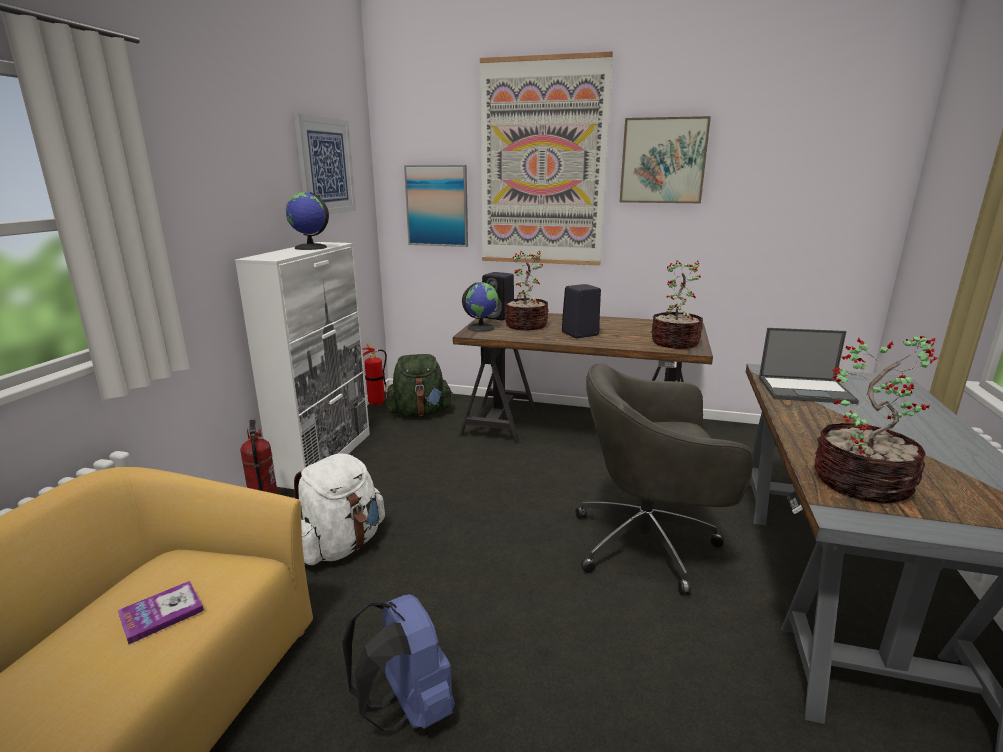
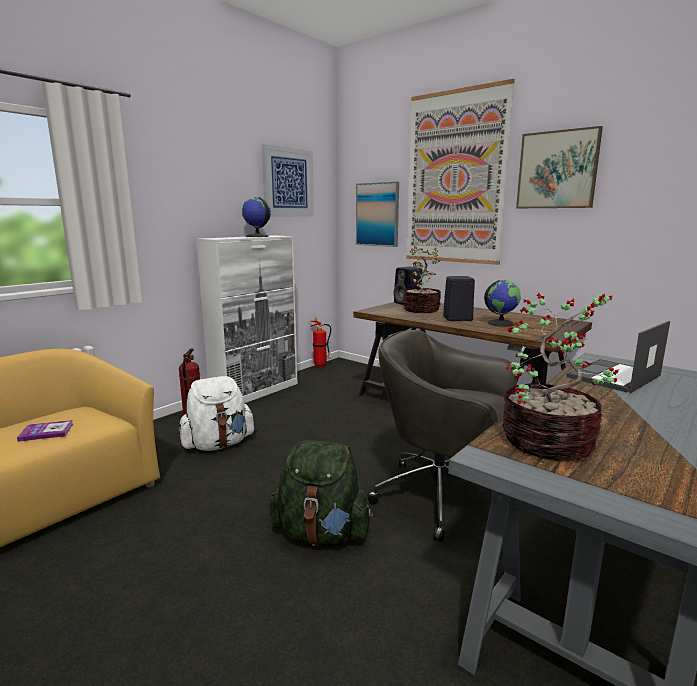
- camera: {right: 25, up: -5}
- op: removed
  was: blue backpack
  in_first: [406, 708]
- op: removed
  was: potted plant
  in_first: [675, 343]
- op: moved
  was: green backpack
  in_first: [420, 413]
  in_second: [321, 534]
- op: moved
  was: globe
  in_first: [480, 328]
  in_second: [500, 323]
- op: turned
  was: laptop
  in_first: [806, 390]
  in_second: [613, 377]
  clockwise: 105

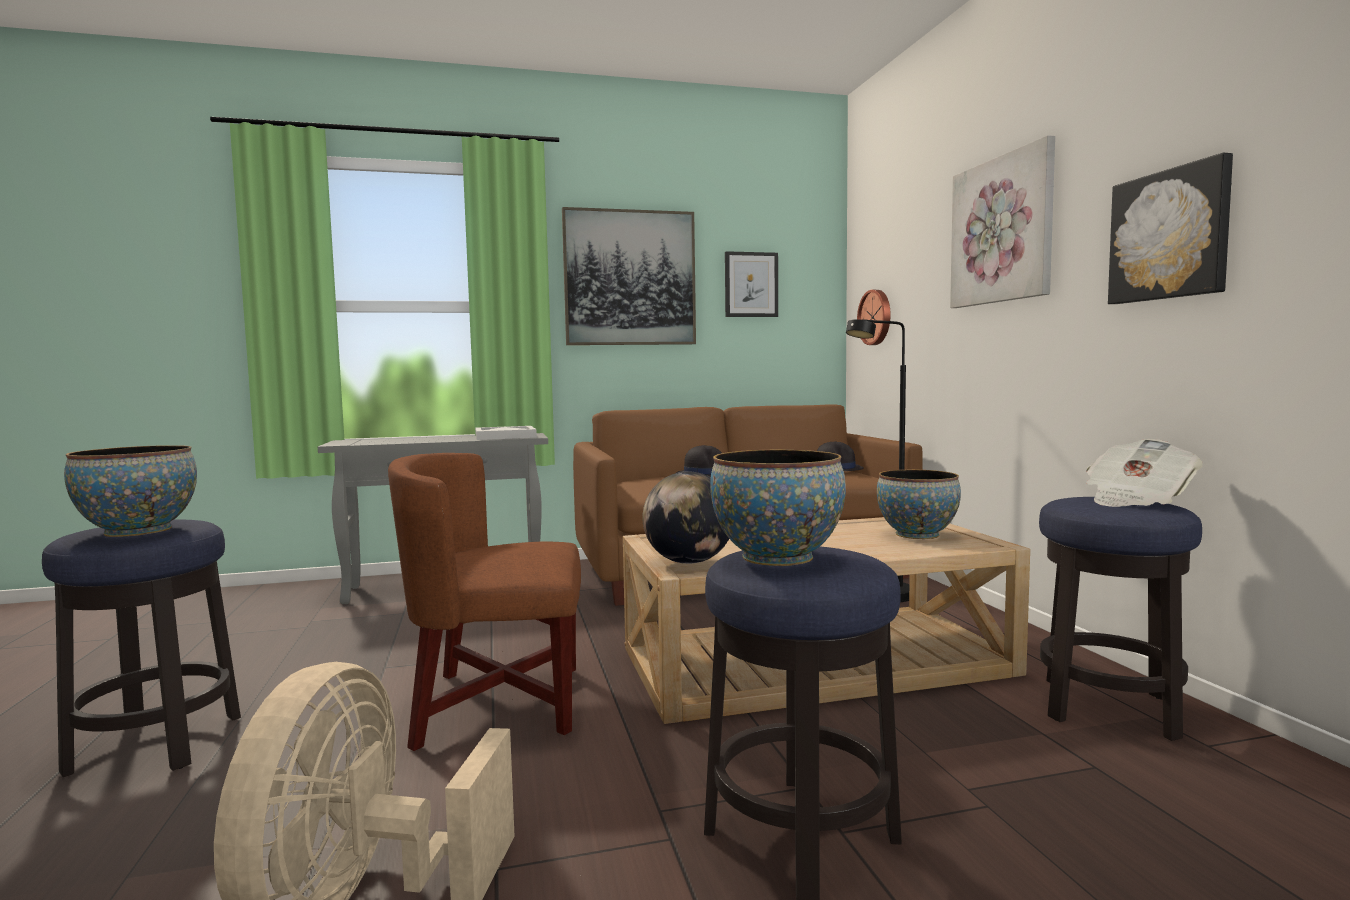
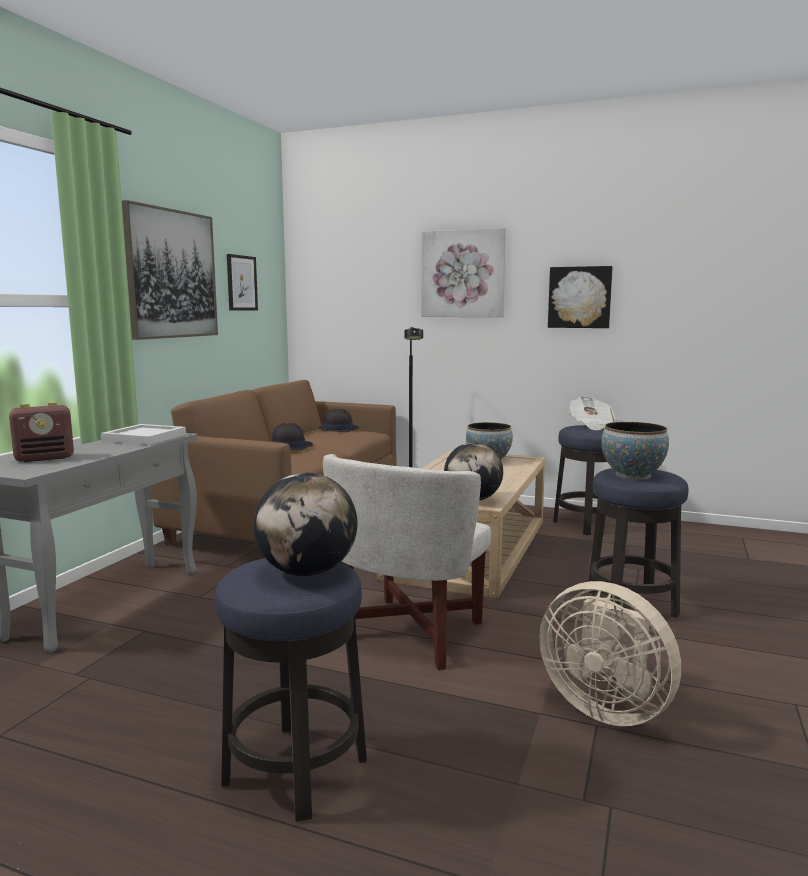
- camera: {right: -55, up: 5}
- op: removed
  was: wall clock
  in_first: [876, 317]
- op: added
  now: radio
  in_second: [45, 458]
- op: replaced
  was: bowl
  now: globe
  in_first: [138, 531]
  in_second: [307, 572]
- op: recoloured
  was: brown armchair
  now: white armchair
  in_first: [498, 704]
  in_second: [408, 632]

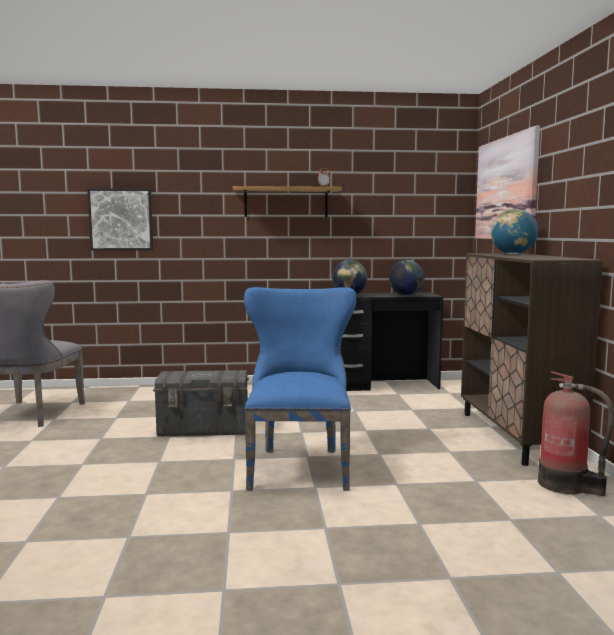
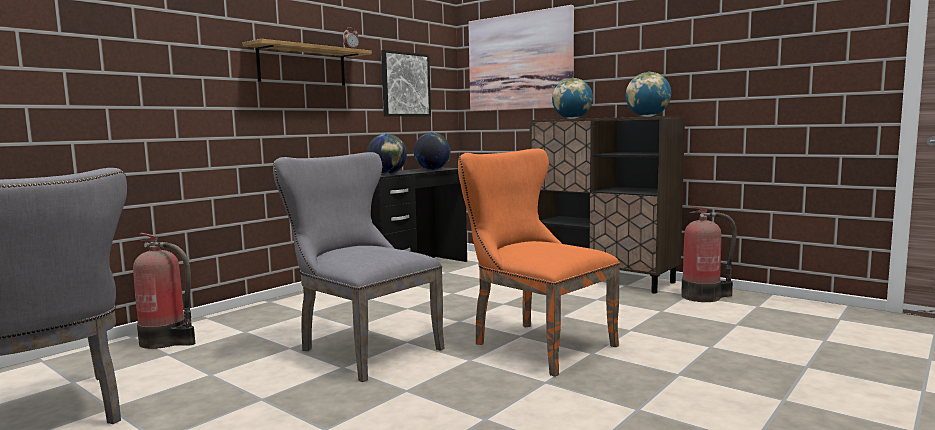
- camera: {right: -45, up: 0}
- op: added
  now: fire extinguisher
  in_second: [166, 341]
- op: added
  now: globe
  in_second: [647, 116]
- op: moved
  was: picture
  in_first: [121, 219]
  in_second: [405, 84]
- op: replaced
  was: grey storage box
  now: grey chair
  in_first: [204, 429]
  in_second: [362, 349]
- op: recoloured
  was: blue chair
  now: orange chair
  in_first: [299, 465]
  in_second: [534, 344]

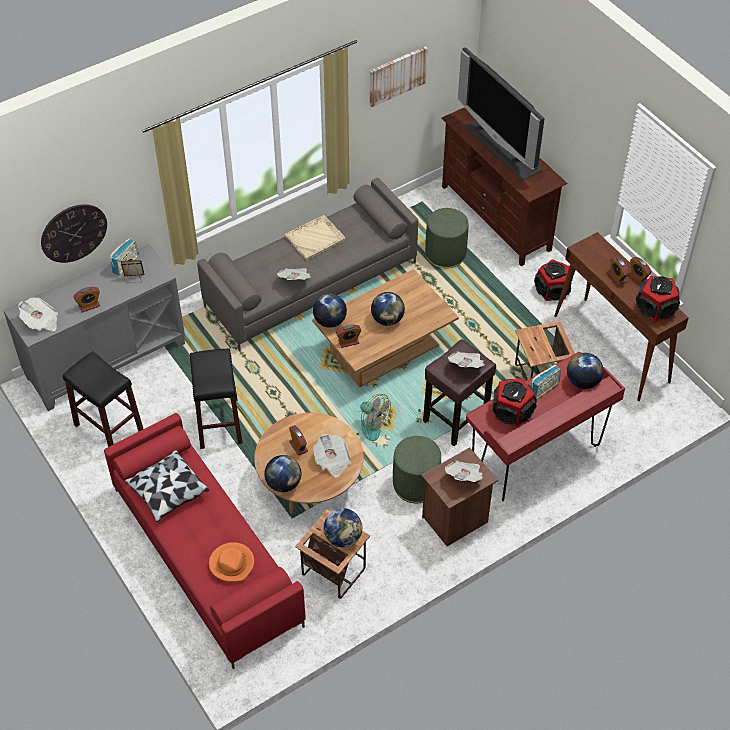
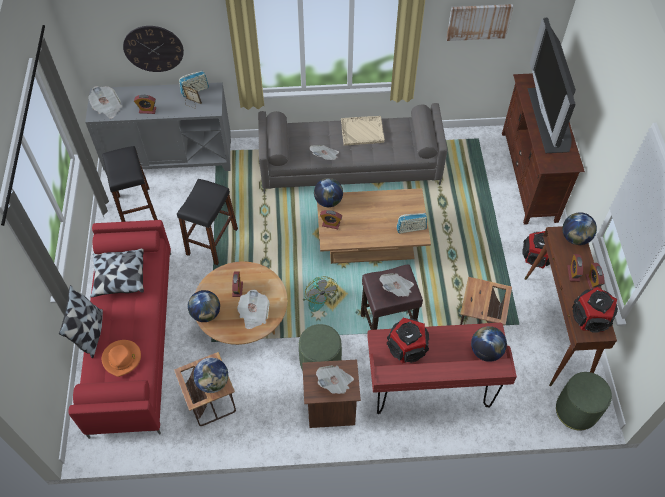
- camera: {right: 30, up: 5}
- op: added
  now: pillow
  in_second: [90, 333]
- op: moved
  was: globe
  in_first: [387, 320]
  in_second: [575, 238]
- op: moved
  was: green ottoman
  in_first: [445, 254]
  in_second: [576, 410]
- op: moved
  was: radio
  in_first: [543, 389]
  in_second: [411, 228]

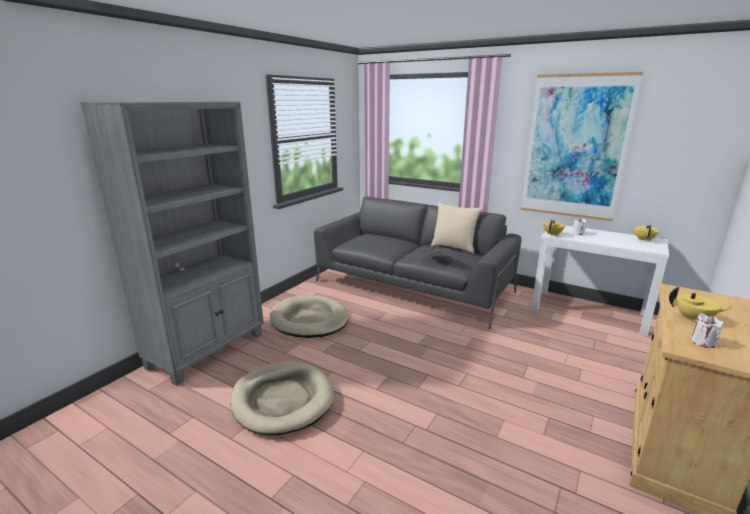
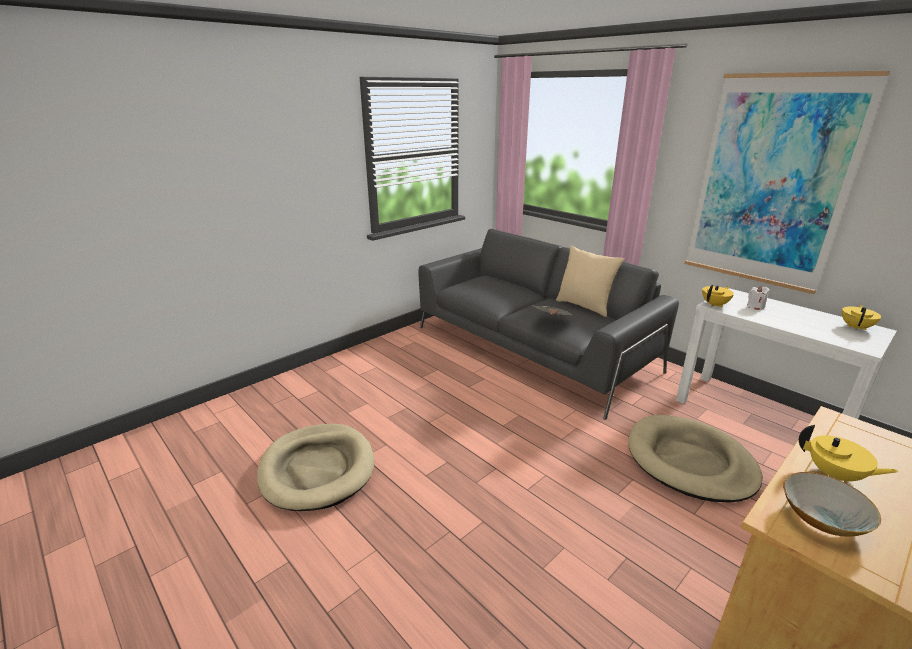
- camera: {right: 15, up: 5}
- op: removed
  was: grey bookcase
  in_first: [208, 350]
- op: moved
  was: beige dog bed
  in_first: [309, 320]
  in_second: [689, 461]
- op: replaced
  was: white candle
  now: bowl
  in_first: [703, 342]
  in_second: [821, 518]

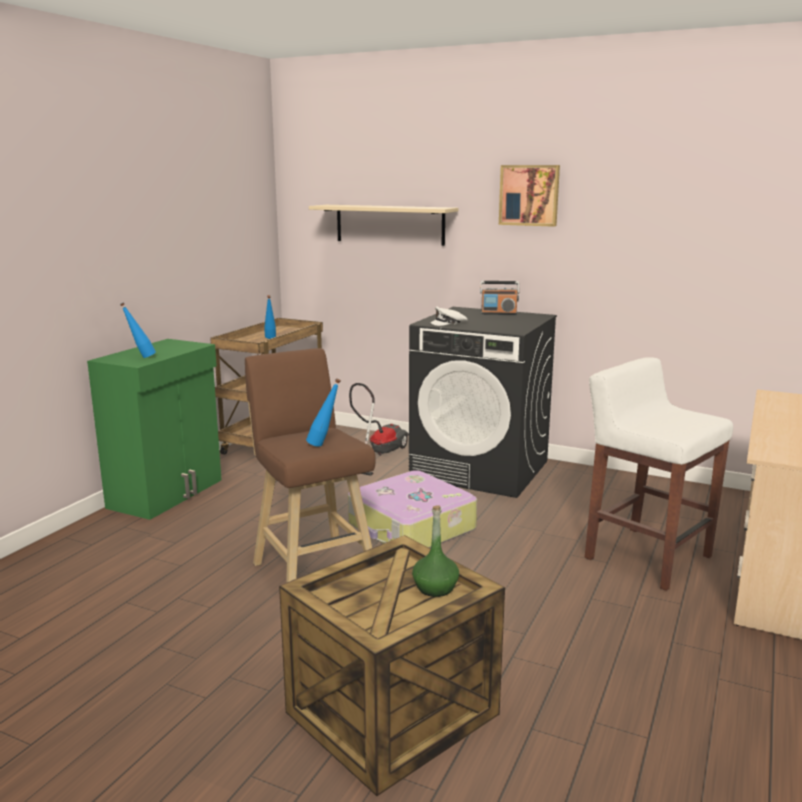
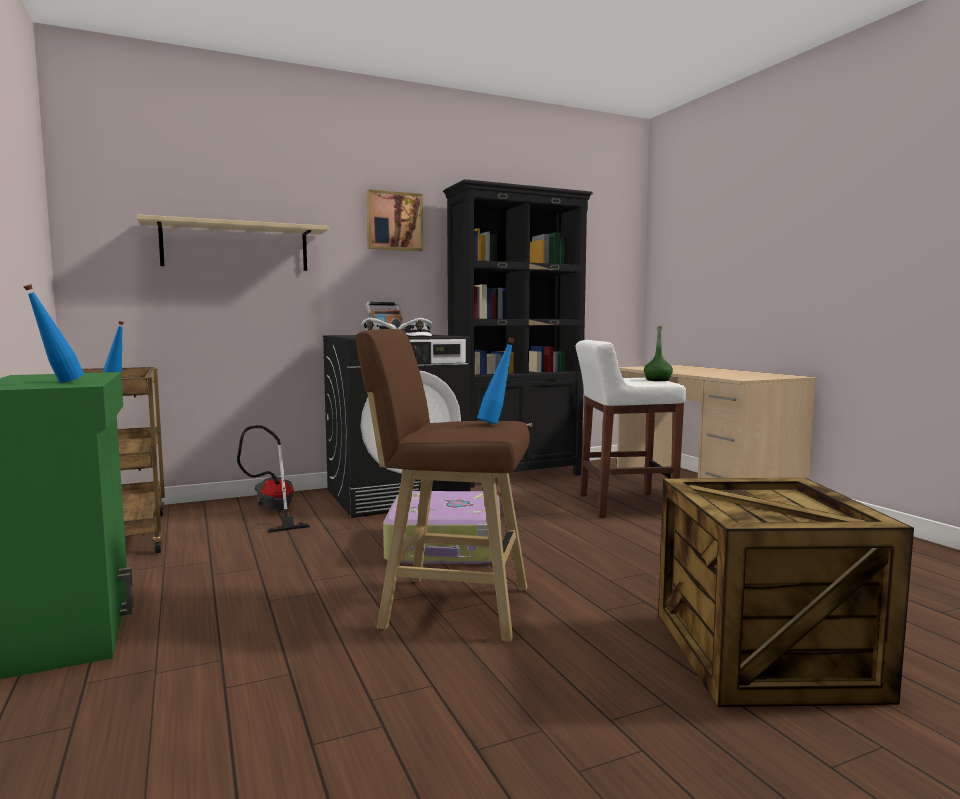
- camera: {right: -50, up: -10}
- op: added
  now: white cap
  in_second: [416, 336]
- op: added
  now: black bookcase
  in_second: [516, 475]
- op: moved
  was: green bottle
  in_first: [435, 588]
  in_second: [657, 380]

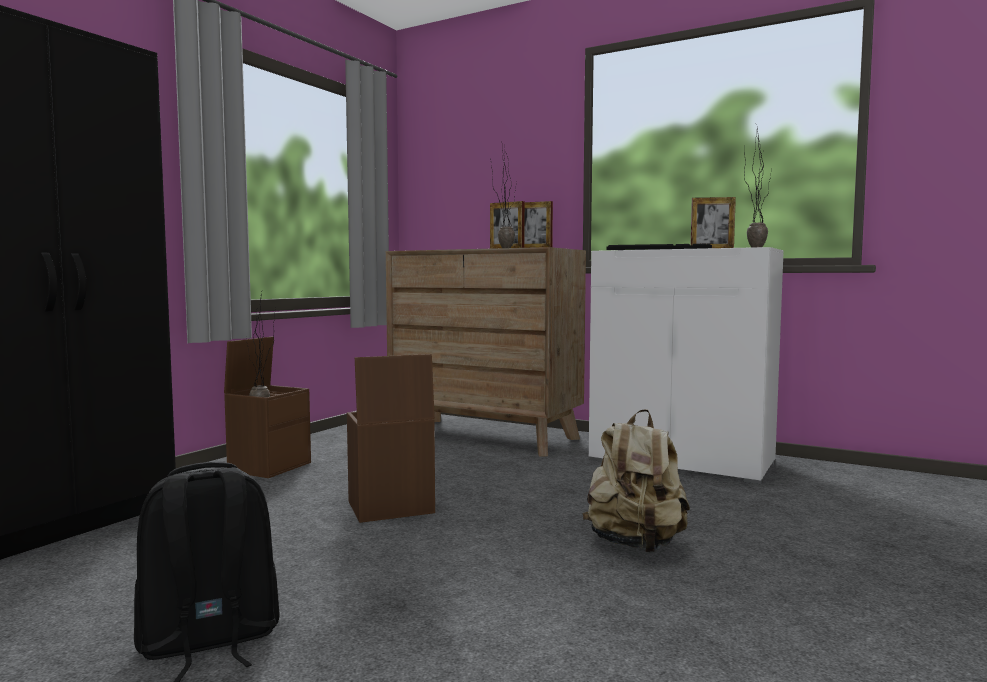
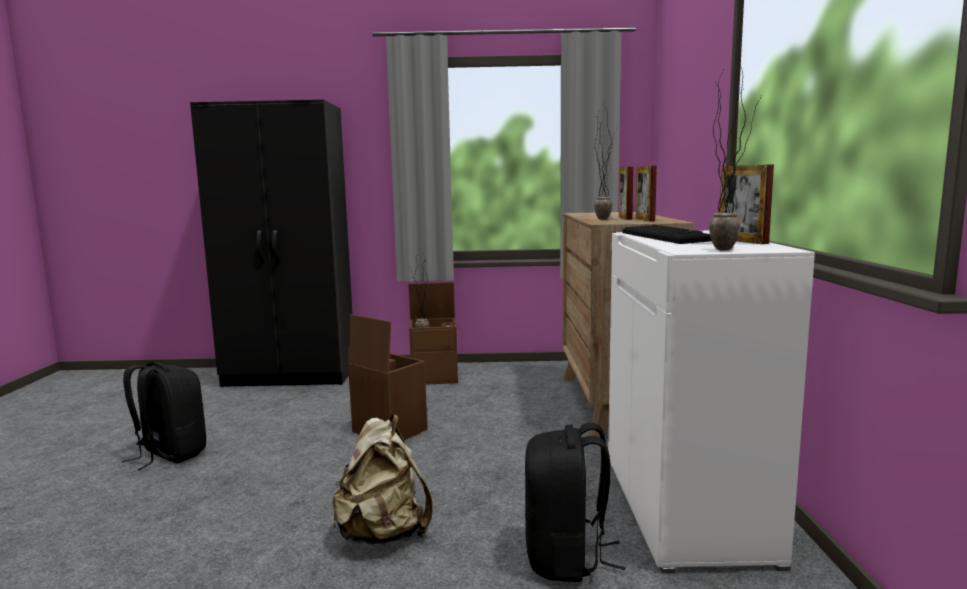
- camera: {right: 60, up: 5}
- op: added
  now: black backpack
  in_second: [566, 558]

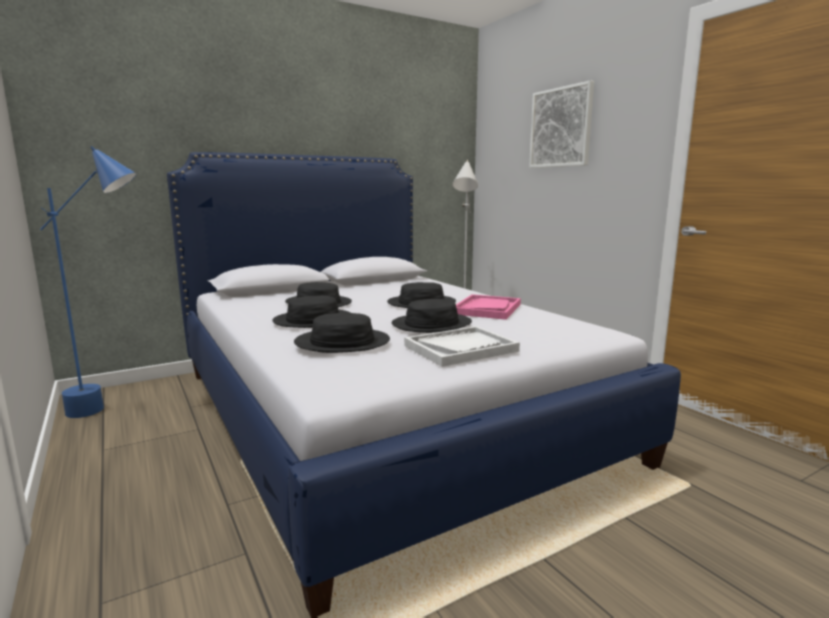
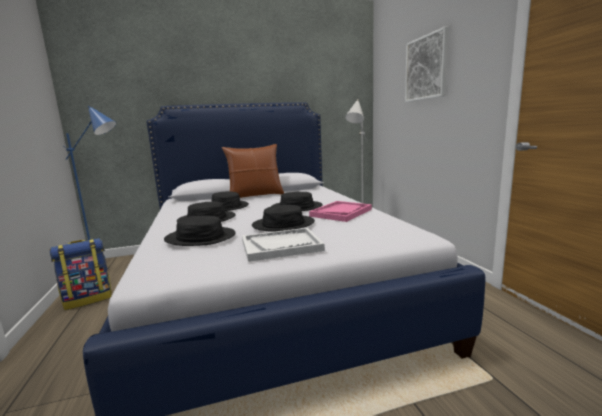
- camera: {right: 15, up: 0}
- op: added
  now: backpack
  in_second: [88, 299]
- op: added
  now: brown pillow
  in_second: [255, 195]

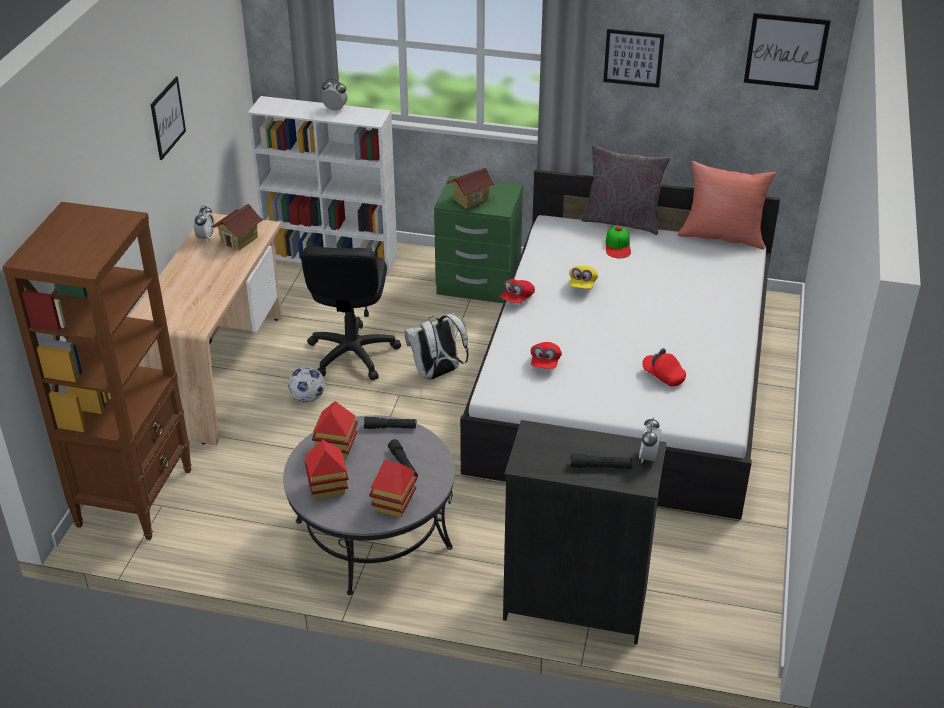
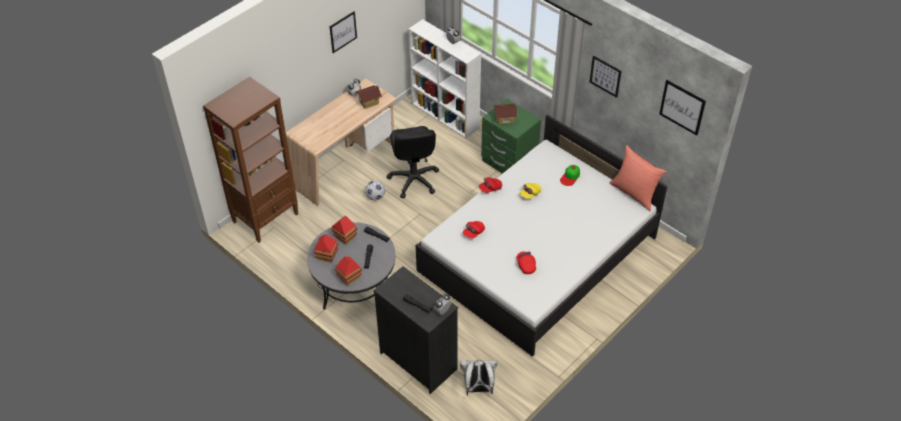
- camera: {right: 30, up: 10}
- op: removed
  was: grey pillow
  in_first: [622, 221]
- op: moved
  was: white backpack
  in_first: [437, 373]
  in_second: [478, 388]
- op: turned
  was: black office chair
  in_first: [352, 354]
  in_second: [413, 180]
  clockwise: -45

